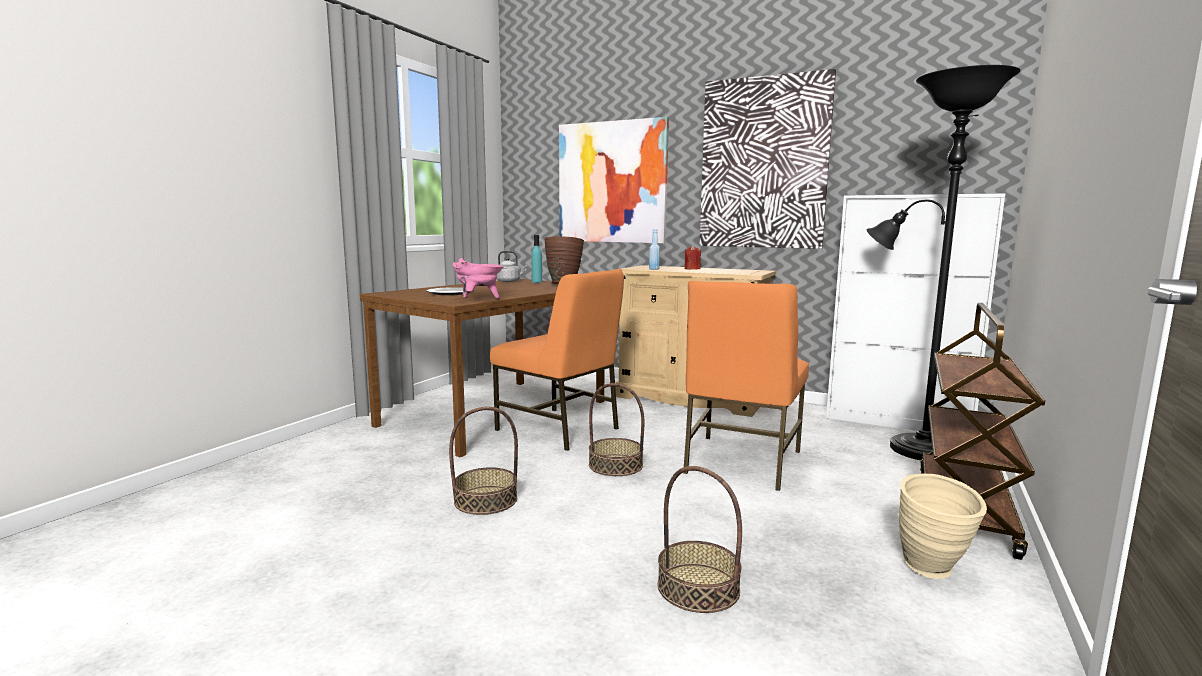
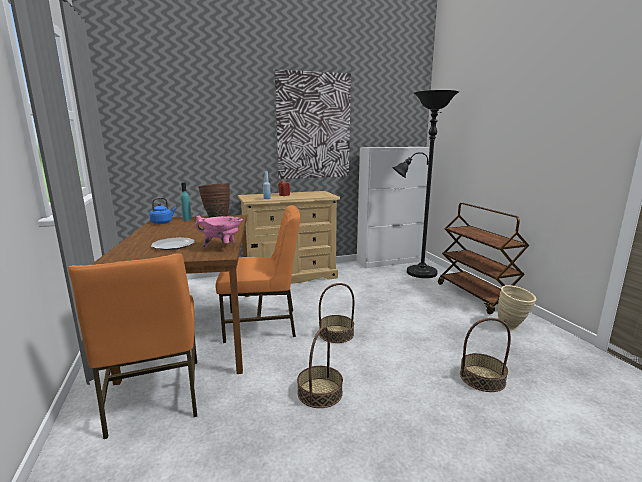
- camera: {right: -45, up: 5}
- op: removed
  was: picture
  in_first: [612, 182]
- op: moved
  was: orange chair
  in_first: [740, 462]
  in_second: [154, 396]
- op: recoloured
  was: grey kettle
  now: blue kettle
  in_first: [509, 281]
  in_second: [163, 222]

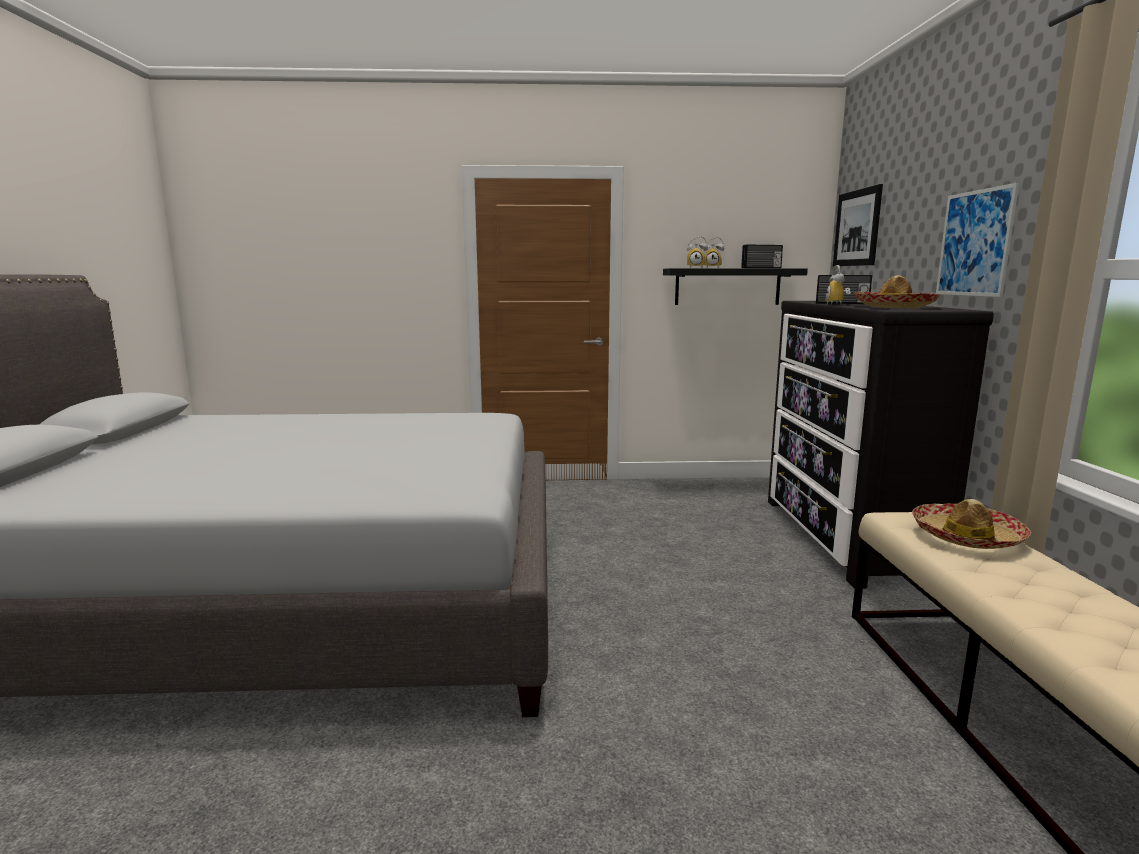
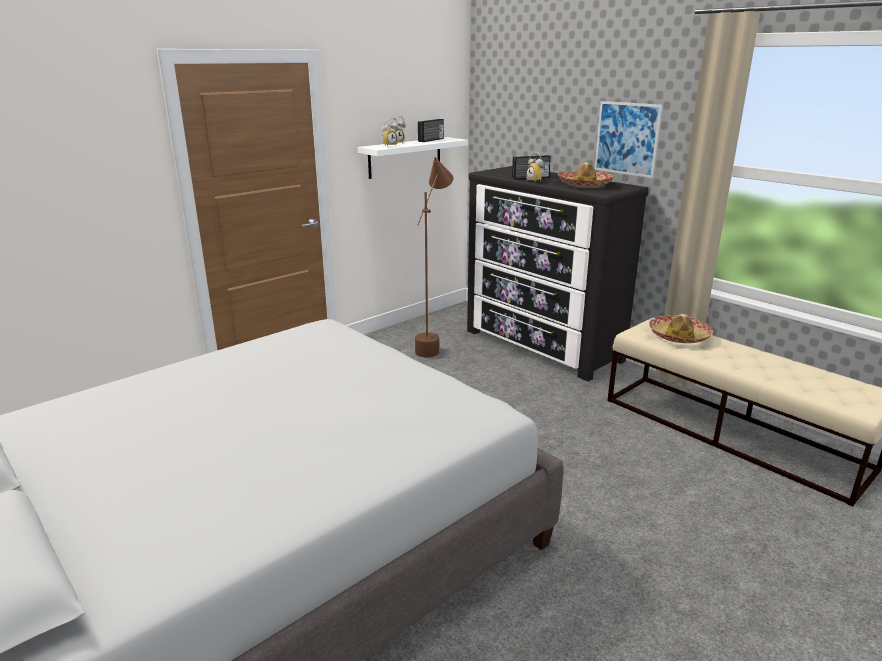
- camera: {right: -40, up: 10}
- op: removed
  was: picture
  in_first: [857, 228]
- op: added
  now: brown floor lamp
  in_second: [433, 344]
- op: recoloured
  was: black shelf
  now: white shelf
  in_first: [727, 286]
  in_second: [405, 157]

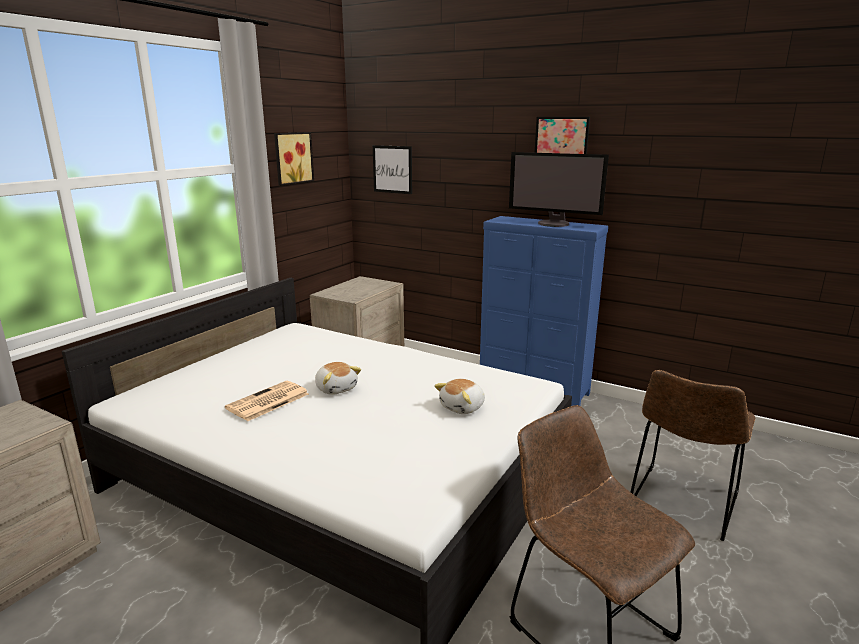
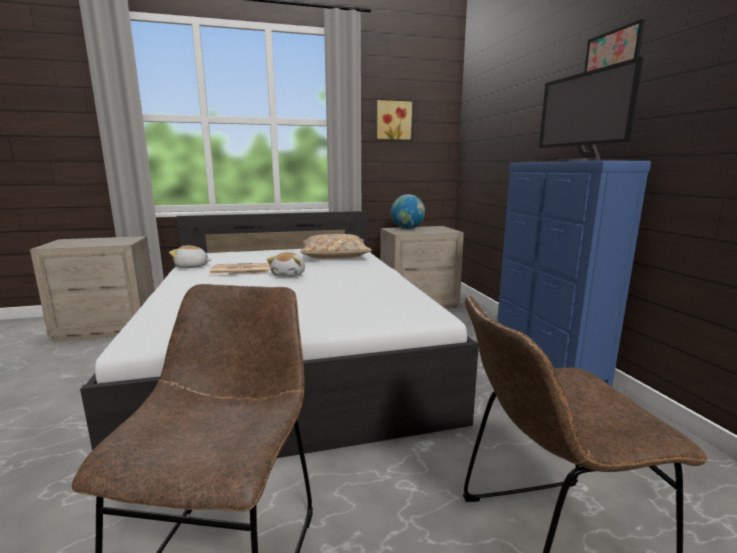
- camera: {right: 45, up: -5}
- op: removed
  was: picture
  in_first: [392, 169]
- op: added
  now: beige pillow
  in_second: [334, 256]
- op: added
  now: globe
  in_second: [407, 228]
- op: moved
  was: plush toy
  in_first: [463, 407]
  in_second: [192, 267]

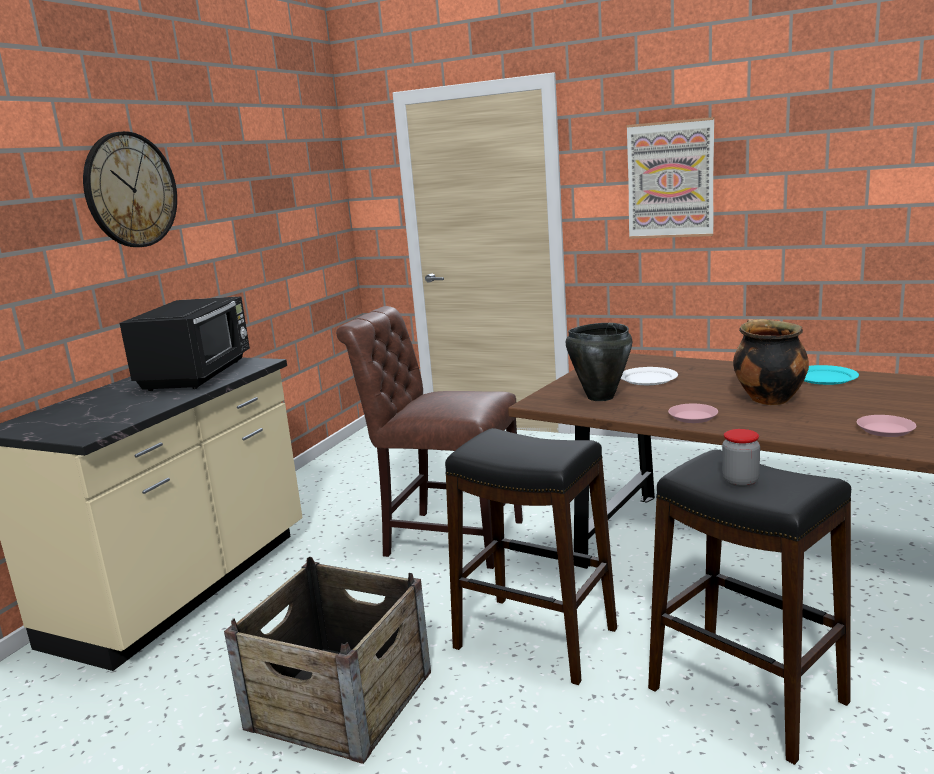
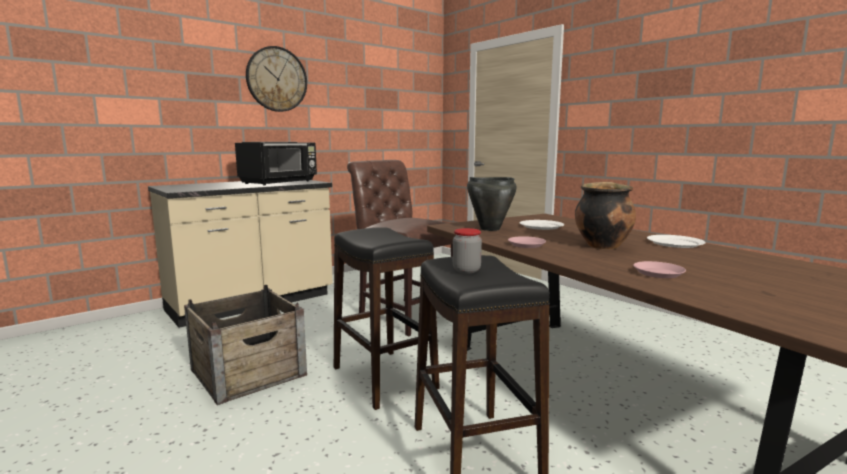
- camera: {right: 25, up: -5}
- op: removed
  was: picture
  in_first: [670, 180]
- op: recoloured
  was: turquoise plate
  now: white plate
  in_first: [824, 377]
  in_second: [675, 243]

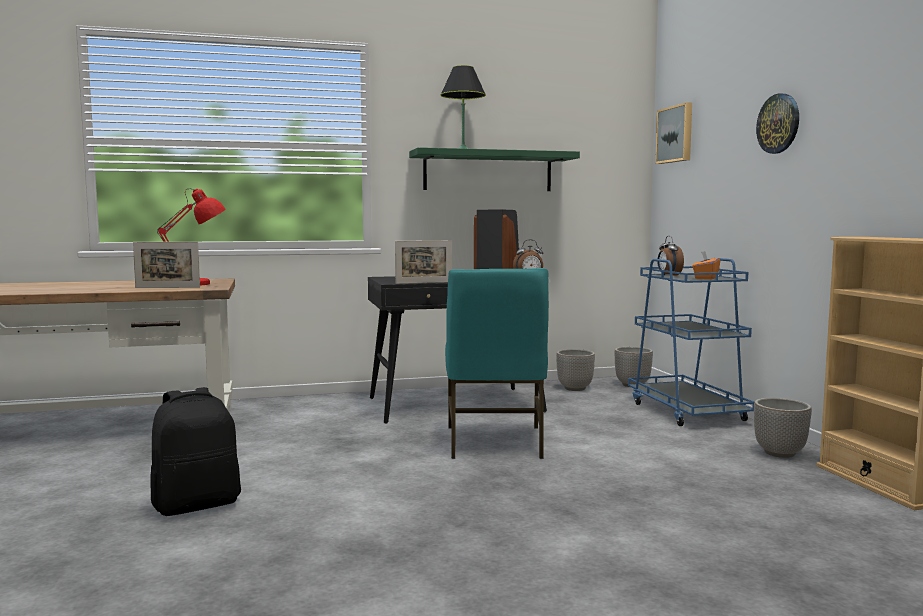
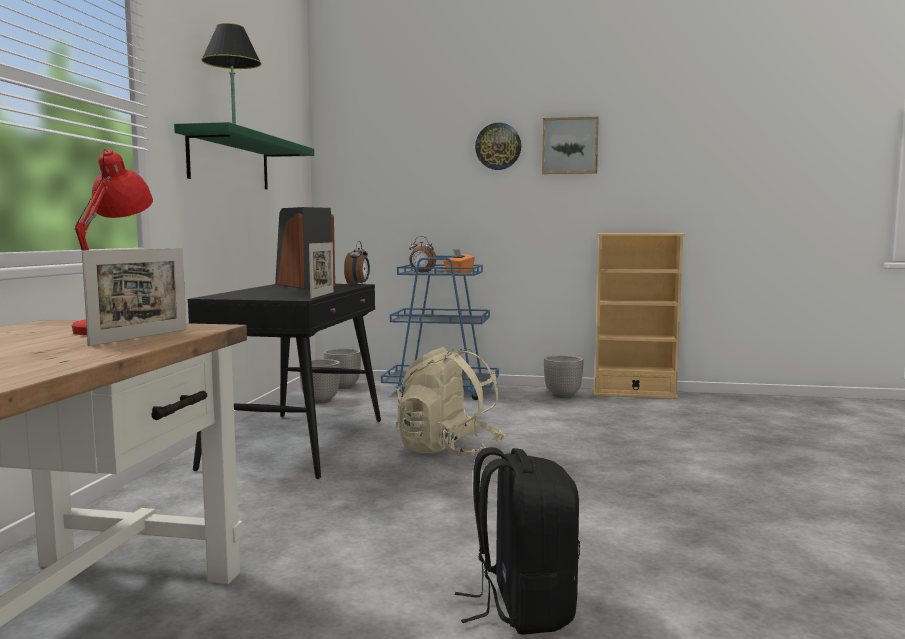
- camera: {right: -65, up: 0}
- op: moved
  was: picture
  in_first: [676, 134]
  in_second: [570, 146]
- op: replaced
  was: turquoise chair
  now: beige backpack
  in_first: [494, 442]
  in_second: [448, 451]

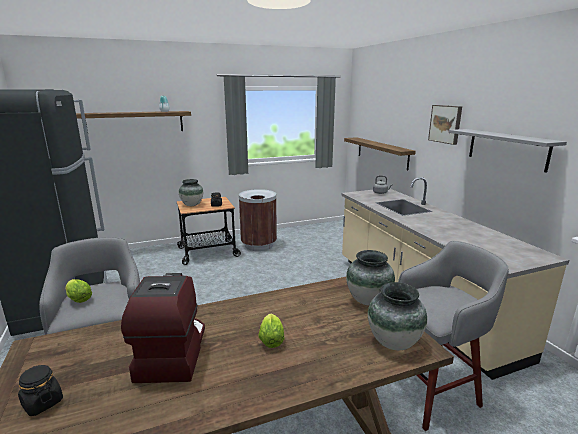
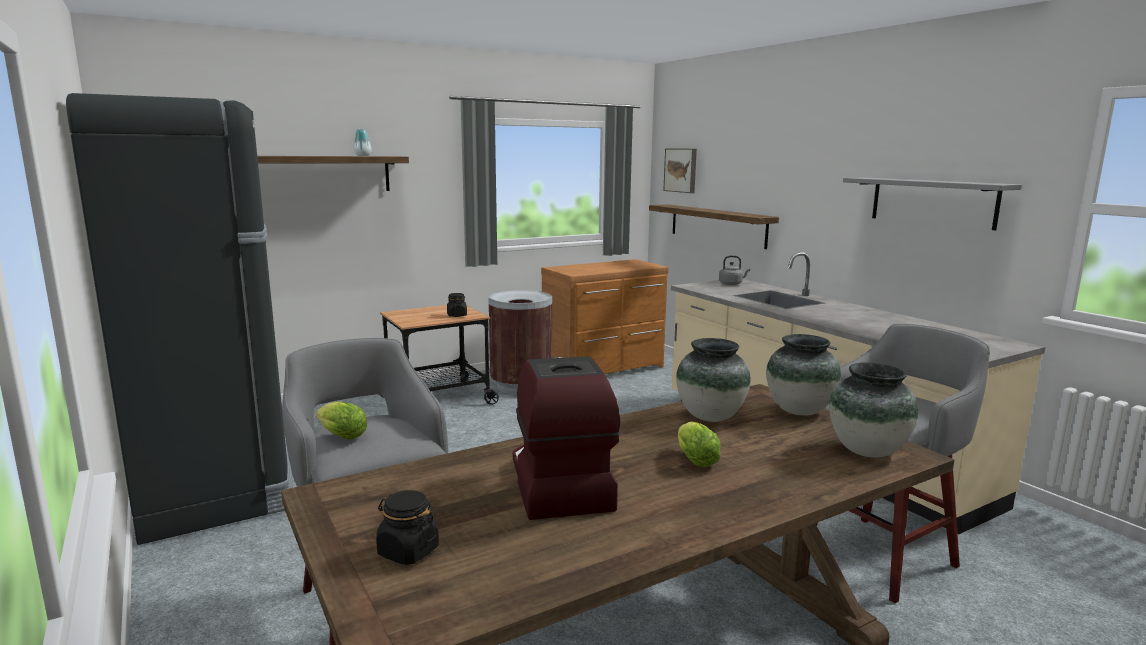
- camera: {right: -10, up: -5}
- op: added
  now: brown dresser
  in_second: [605, 368]
- op: moved
  was: vase
  in_first: [192, 205]
  in_second: [710, 416]
- op: moved
  was: picture
  in_first: [446, 124]
  in_second: [681, 170]

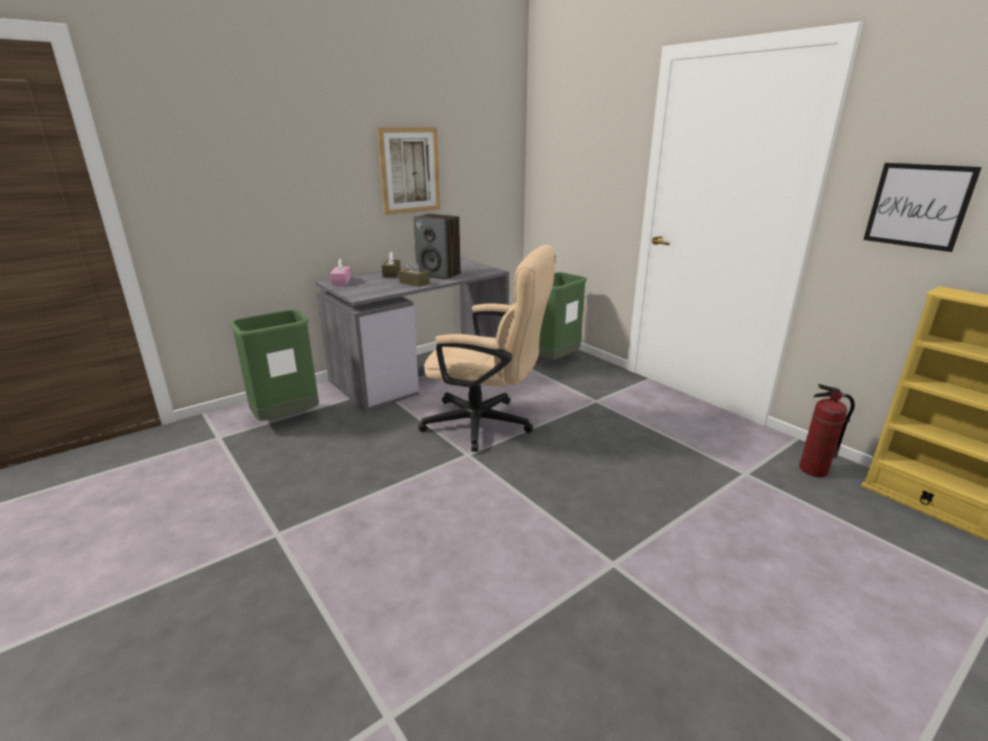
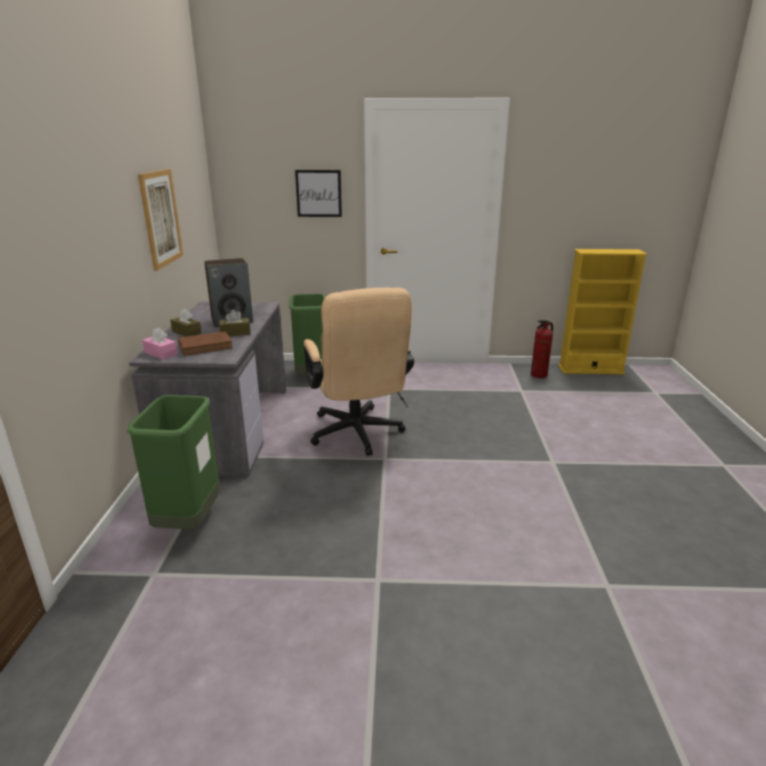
- camera: {right: -50, up: 0}
- op: added
  now: brown book
  in_second: [207, 346]
- op: moved
  was: picture
  in_first: [918, 206]
  in_second: [318, 193]
- op: turned
  was: beige office chair
  in_first: [487, 425]
  in_second: [357, 435]
  clockwise: 105

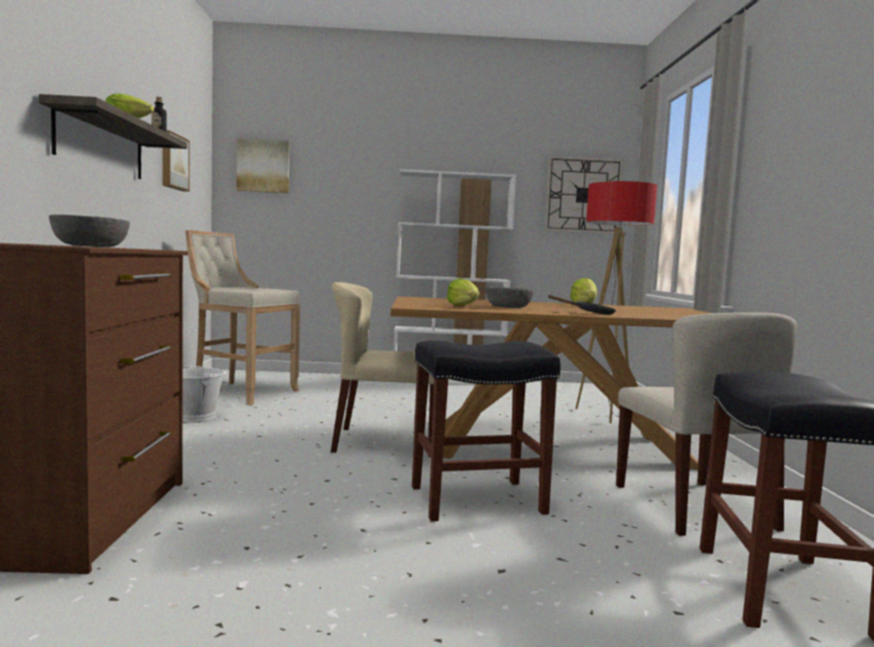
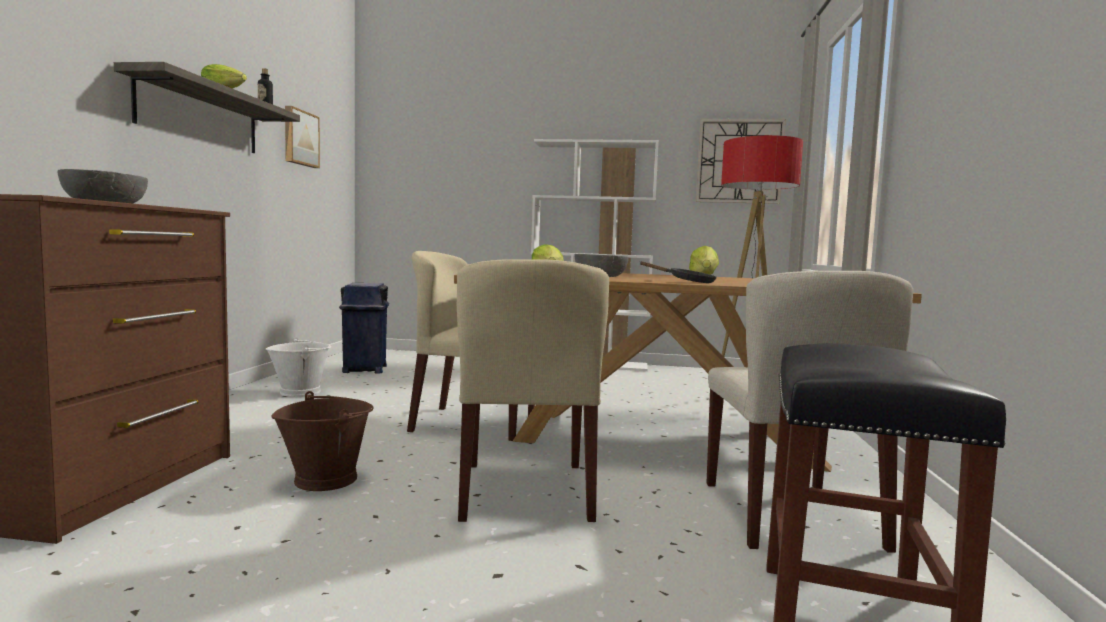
- camera: {right: 10, up: 0}
- op: removed
  was: picture
  in_first: [263, 166]
- op: added
  now: brown bucket
  in_second: [326, 479]
- op: replaced
  was: beige stool
  now: blue trash can
  in_first: [240, 392]
  in_second: [364, 369]
- op: replaced
  was: black stool
  now: beige chair
  in_first: [475, 500]
  in_second: [526, 491]

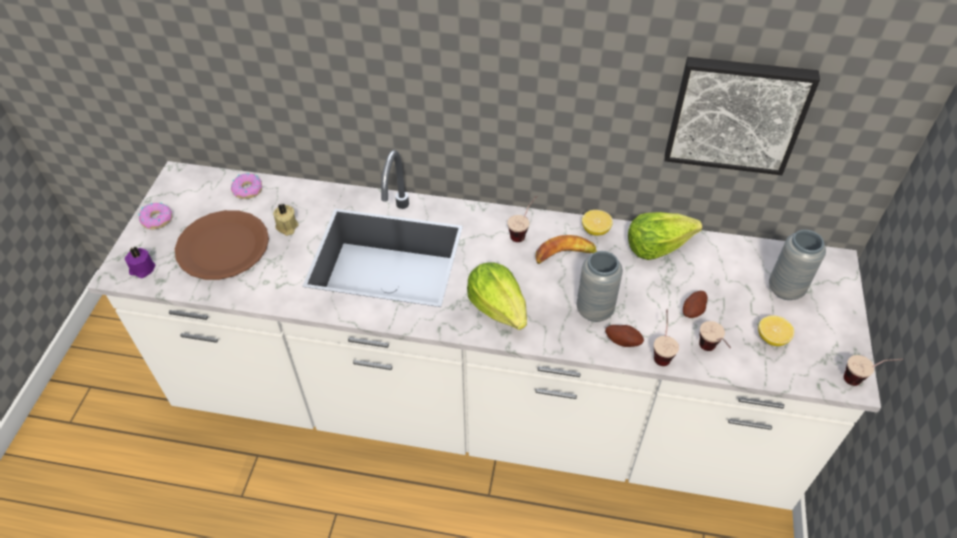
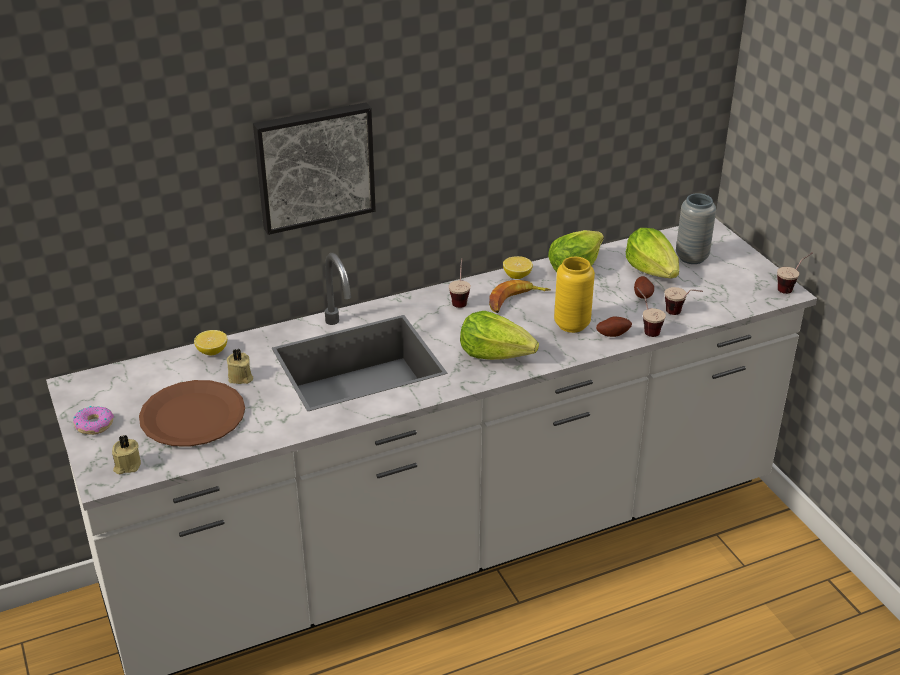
- camera: {right: -35, up: -15}
- op: removed
  was: donut
  in_first: [248, 190]
- op: added
  now: lettuce
  in_second: [653, 271]
- op: moved
  was: picture
  in_first: [736, 113]
  in_second: [314, 166]
- op: moved
  was: lemon
  in_first: [772, 338]
  in_second: [212, 351]
- op: recoloured
  was: purple candle
  now: beige candle
  in_first: [142, 269]
  in_second: [127, 465]
- op: recoloured
  was: grey vase
  now: yellow vase
  in_first: [594, 310]
  in_second: [572, 325]

